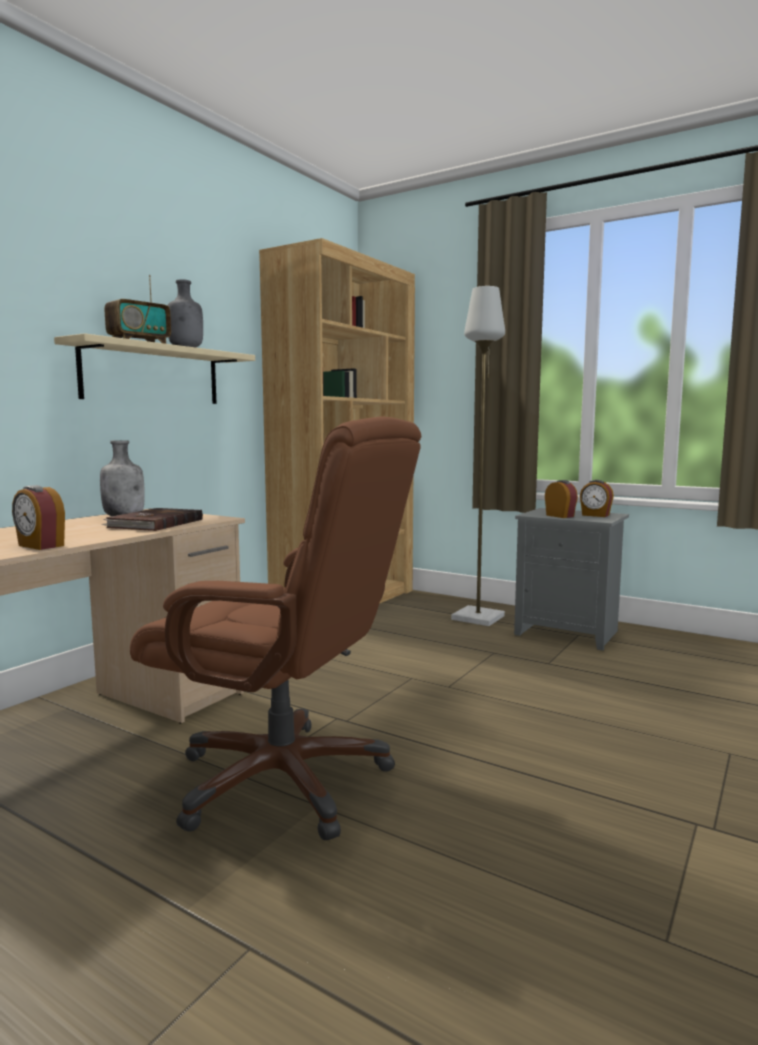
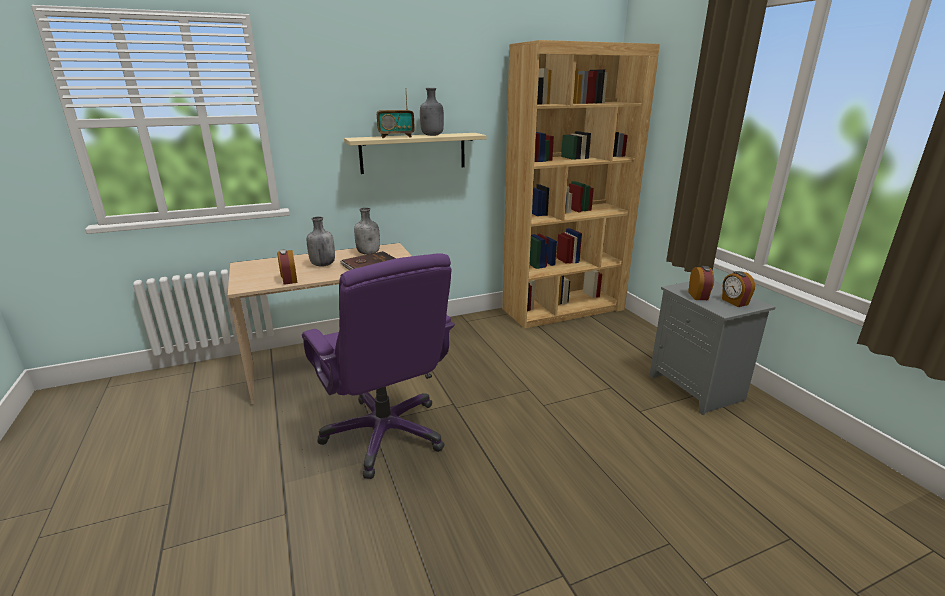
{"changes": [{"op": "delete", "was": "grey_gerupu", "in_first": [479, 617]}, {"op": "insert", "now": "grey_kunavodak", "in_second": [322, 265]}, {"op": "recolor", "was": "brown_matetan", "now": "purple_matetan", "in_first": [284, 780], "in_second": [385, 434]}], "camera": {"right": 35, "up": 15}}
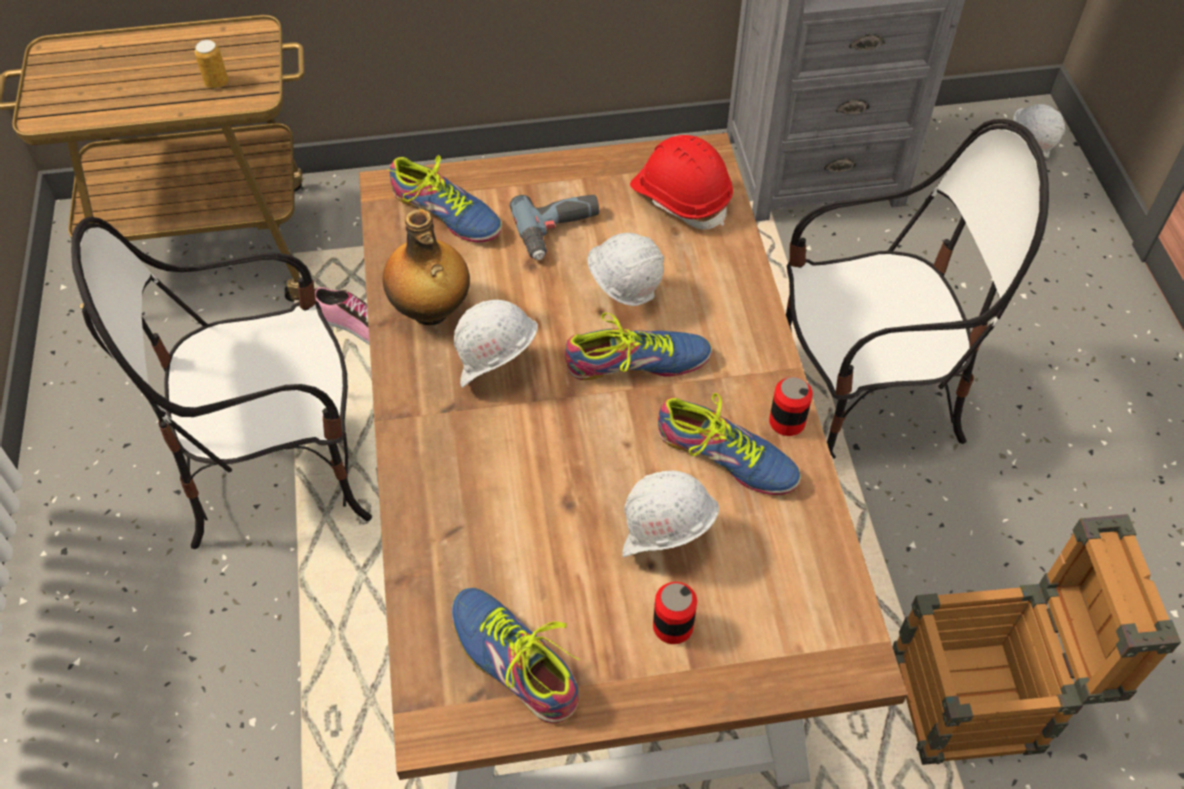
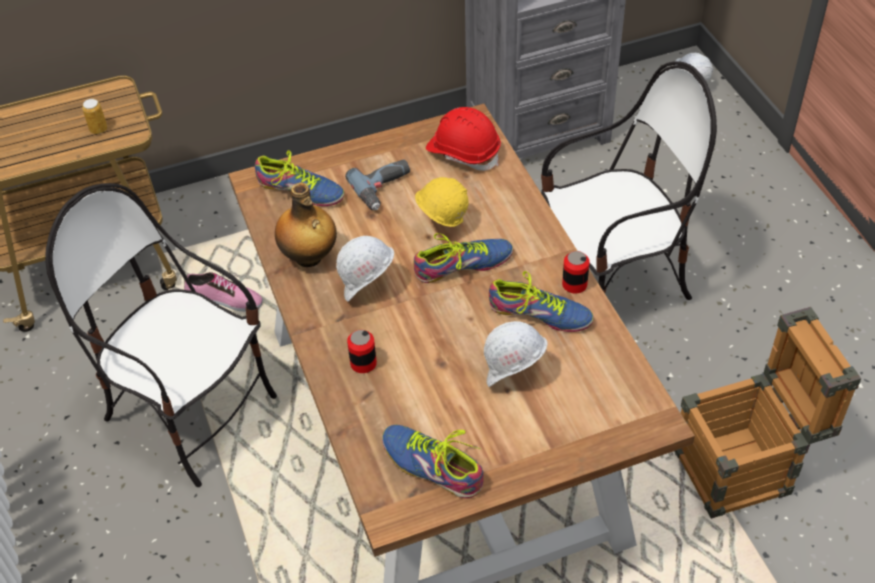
{"changes": [{"op": "move", "was": "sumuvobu", "in_first": [673, 626], "in_second": [363, 363]}, {"op": "recolor", "was": "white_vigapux", "now": "yellow_vigapux", "in_first": [623, 297], "in_second": [441, 224]}, {"op": "rotate", "was": "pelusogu", "in_first": [278, 471], "in_second": [191, 413], "clockwise": 60}], "camera": {"right": -10, "up": -5}}
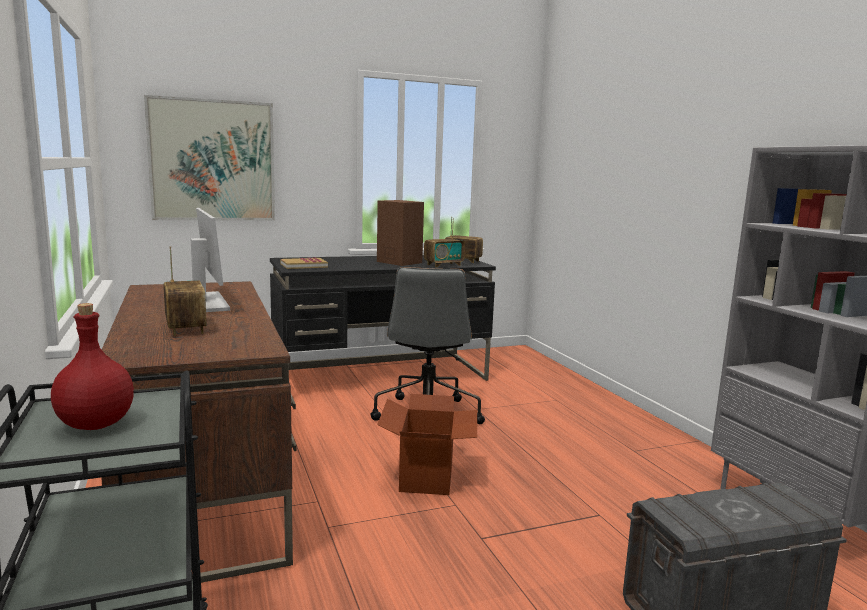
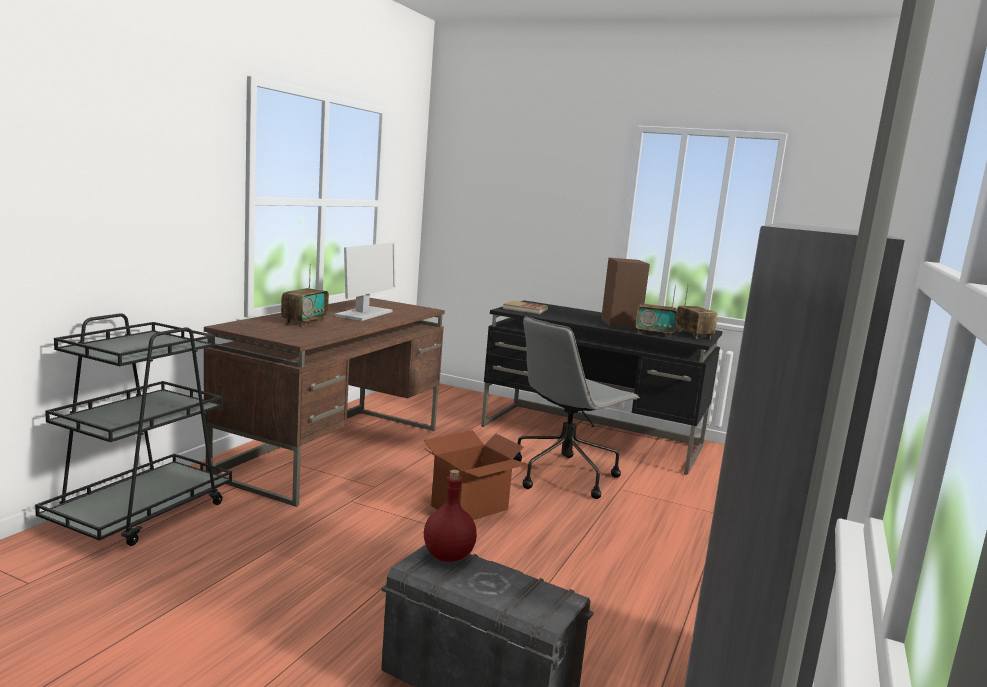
{"changes": [{"op": "delete", "was": "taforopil", "in_first": [212, 161]}, {"op": "move", "was": "red_kunavodak", "in_first": [94, 425], "in_second": [447, 556]}], "camera": {"right": 45, "up": 0}}
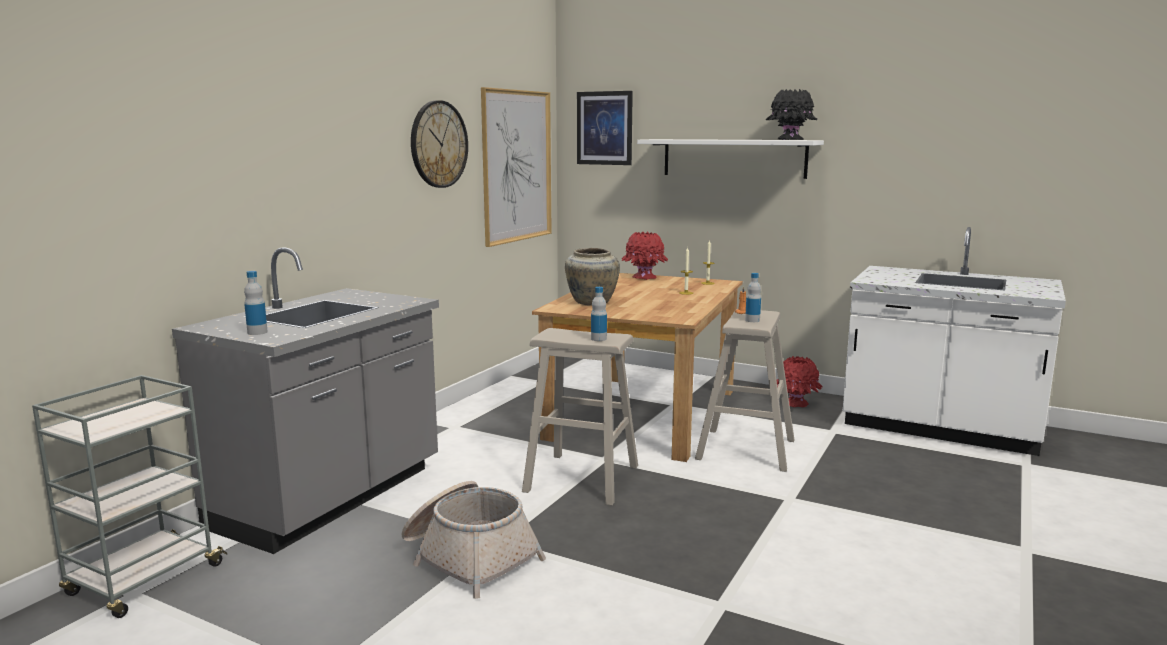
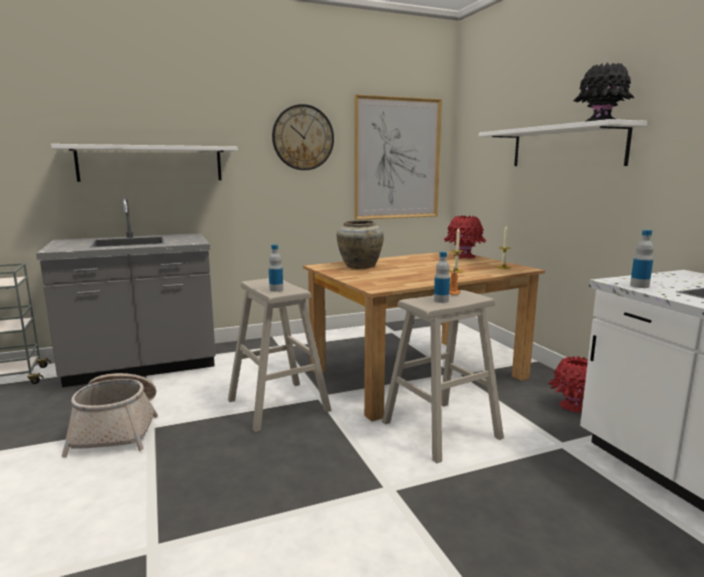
{"changes": [{"op": "delete", "was": "taforopil", "in_first": [604, 128]}, {"op": "insert", "now": "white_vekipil", "in_second": [151, 163]}, {"op": "move", "was": "kunavodak", "in_first": [257, 332], "in_second": [639, 286]}], "camera": {"right": 40, "up": 0}}
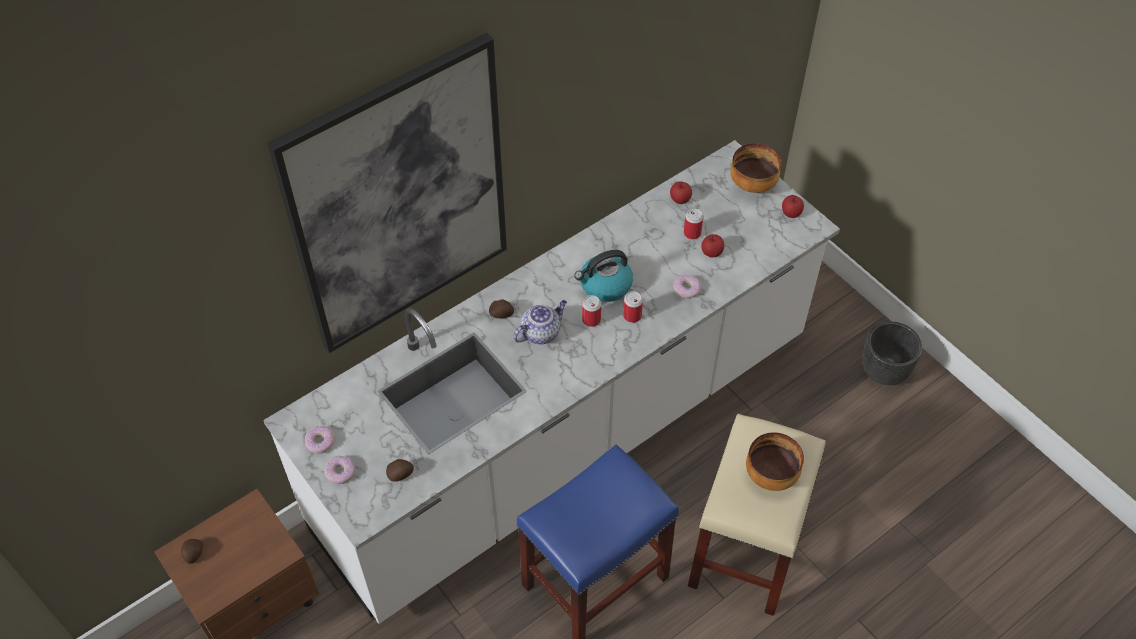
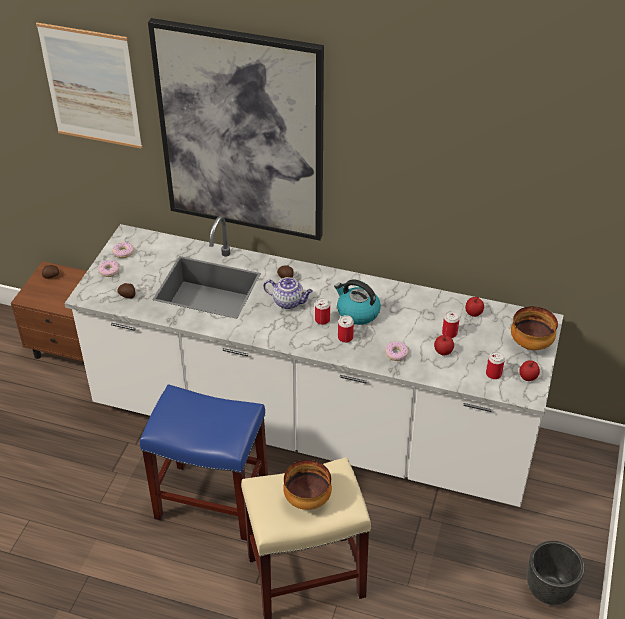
{"changes": [{"op": "insert", "now": "taforopil", "in_second": [91, 86]}, {"op": "insert", "now": "sumuvobu", "in_second": [493, 374]}], "camera": {"right": 55, "up": -10}}
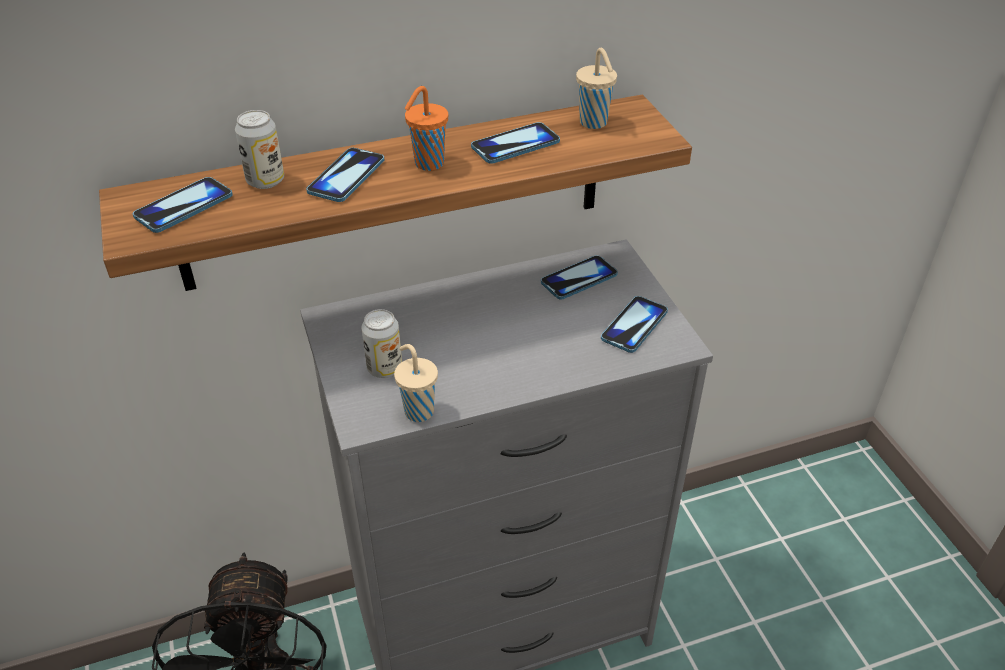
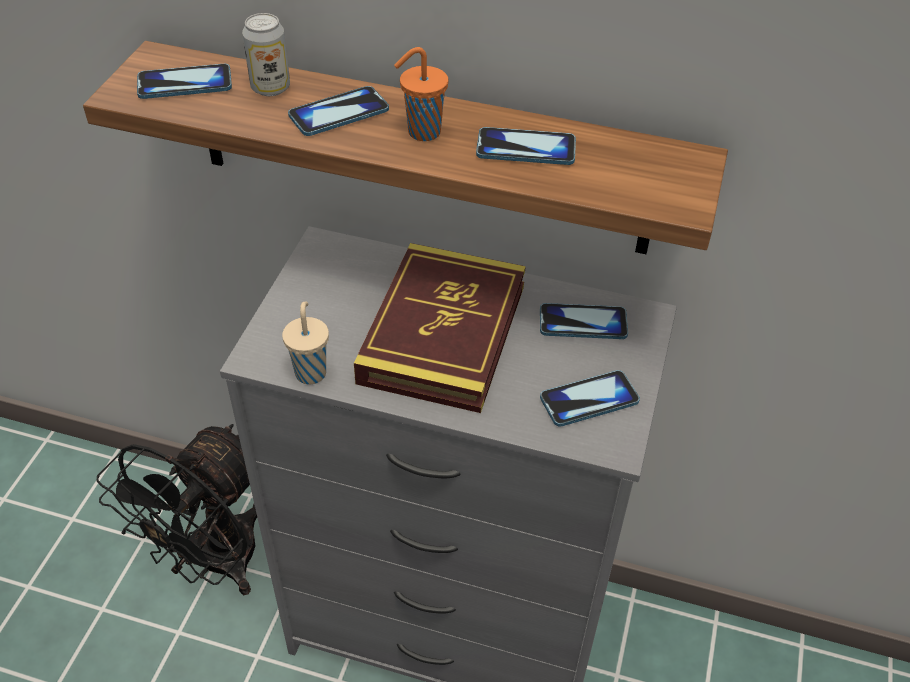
{"changes": [{"op": "delete", "was": "sumuvobu", "in_first": [384, 368]}, {"op": "delete", "was": "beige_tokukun", "in_first": [594, 123]}, {"op": "insert", "now": "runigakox", "in_second": [443, 333]}], "camera": {"right": 35, "up": 5}}
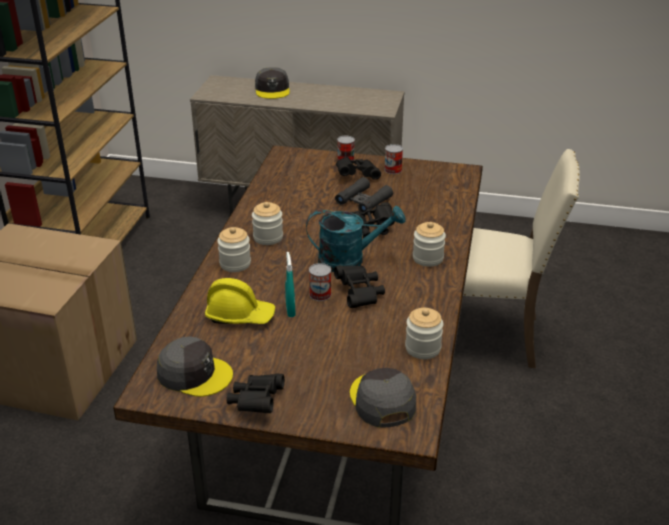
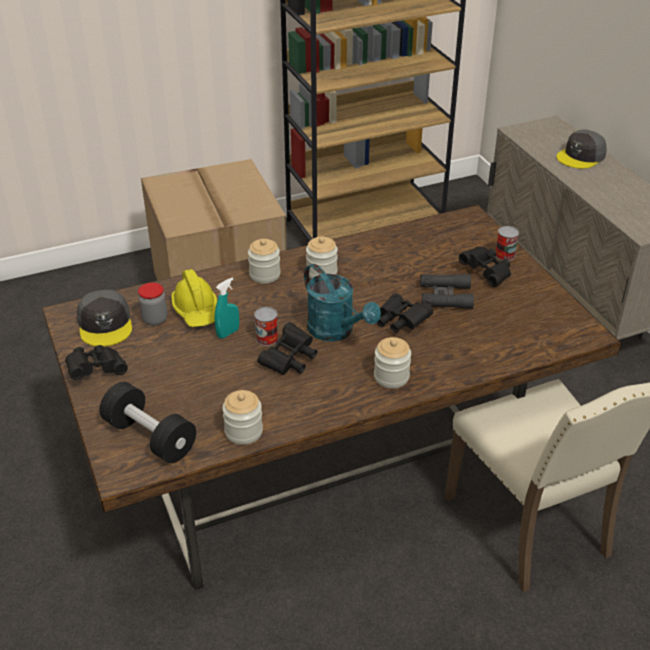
{"changes": [{"op": "delete", "was": "sumuvobu", "in_first": [393, 170]}, {"op": "insert", "now": "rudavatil", "in_second": [155, 319]}, {"op": "replace", "was": "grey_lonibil", "now": "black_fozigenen", "in_first": [382, 401], "in_second": [150, 437]}], "camera": {"right": 55, "up": 5}}
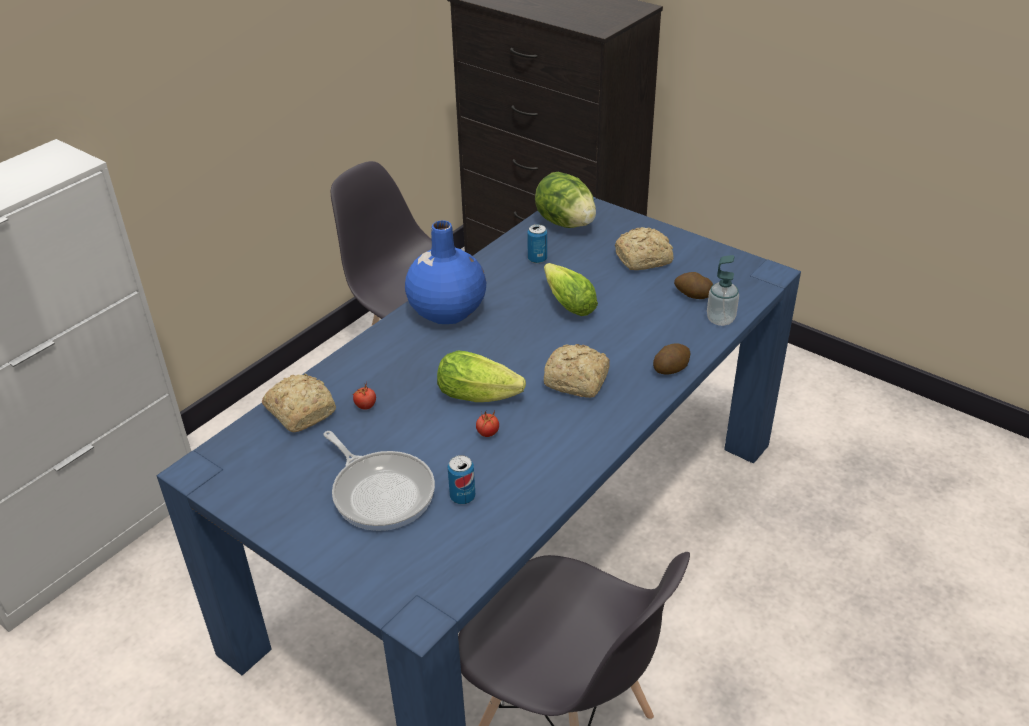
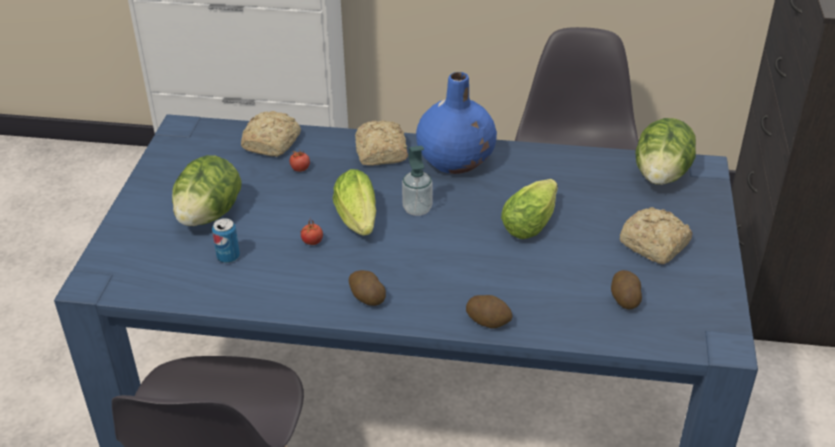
{"changes": [{"op": "delete", "was": "sumuvobu", "in_first": [537, 259]}, {"op": "insert", "now": "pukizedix", "in_second": [367, 297]}, {"op": "move", "was": "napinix", "in_first": [577, 381], "in_second": [380, 154]}, {"op": "move", "was": "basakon", "in_first": [720, 319], "in_second": [417, 209]}, {"op": "replace", "was": "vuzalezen", "now": "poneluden", "in_first": [381, 492], "in_second": [209, 215]}], "camera": {"right": 60, "up": 0}}
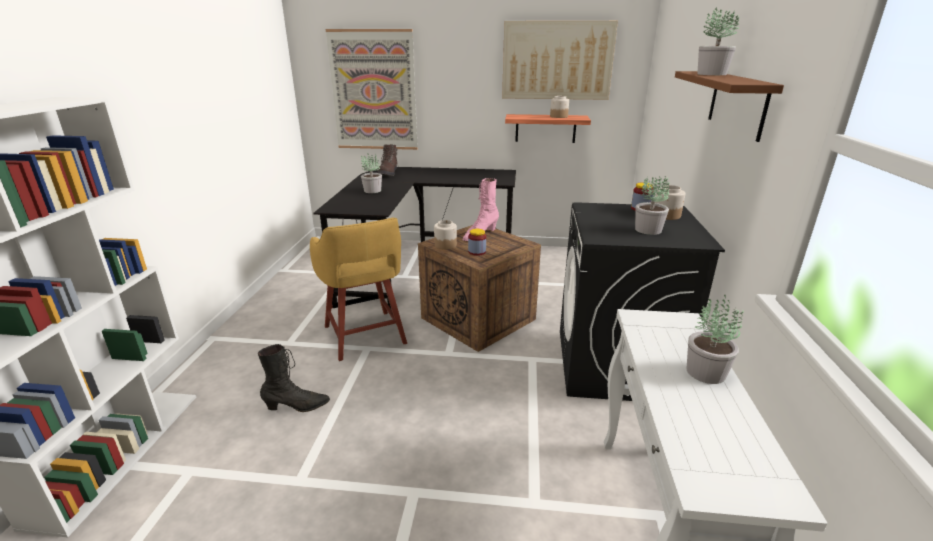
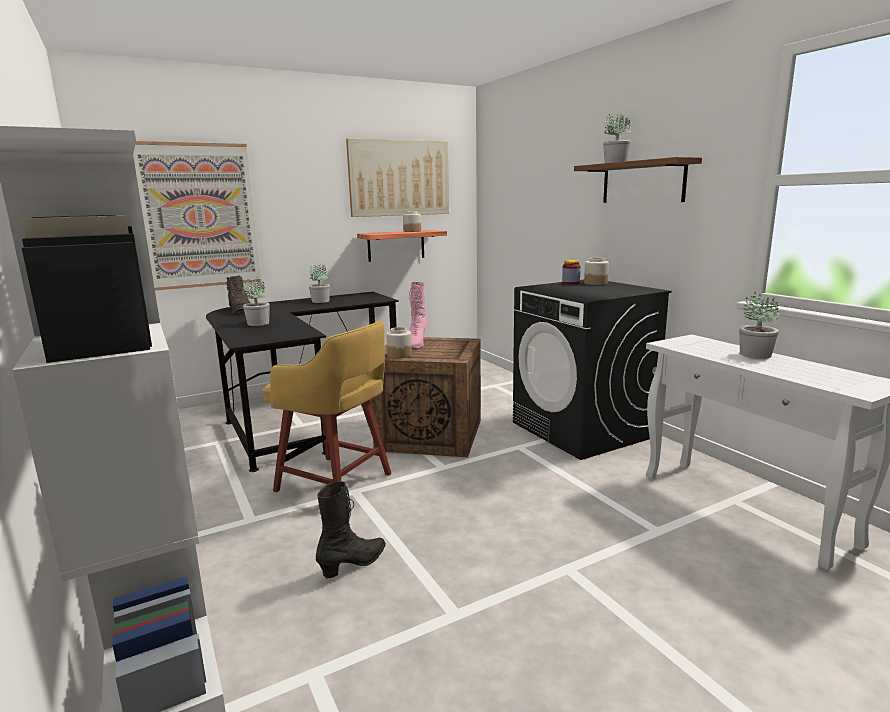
{"changes": [{"op": "delete", "was": "rudavatil", "in_first": [477, 252]}, {"op": "move", "was": "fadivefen", "in_first": [648, 230], "in_second": [321, 301]}], "camera": {"right": -35, "up": -10}}
